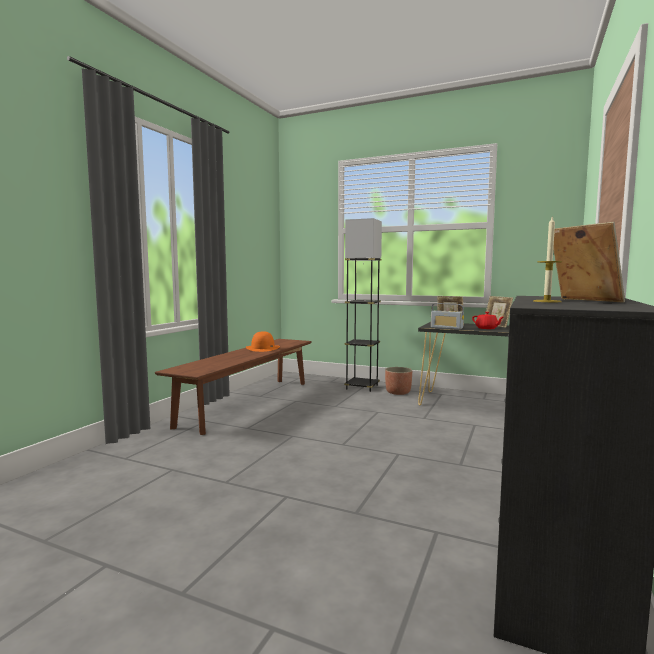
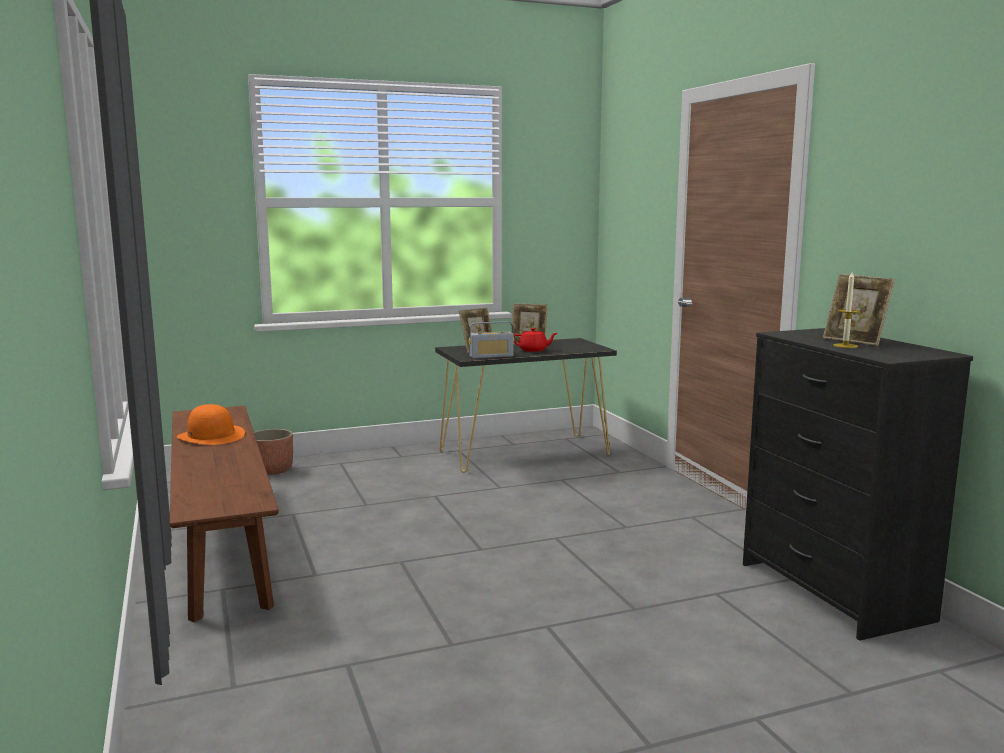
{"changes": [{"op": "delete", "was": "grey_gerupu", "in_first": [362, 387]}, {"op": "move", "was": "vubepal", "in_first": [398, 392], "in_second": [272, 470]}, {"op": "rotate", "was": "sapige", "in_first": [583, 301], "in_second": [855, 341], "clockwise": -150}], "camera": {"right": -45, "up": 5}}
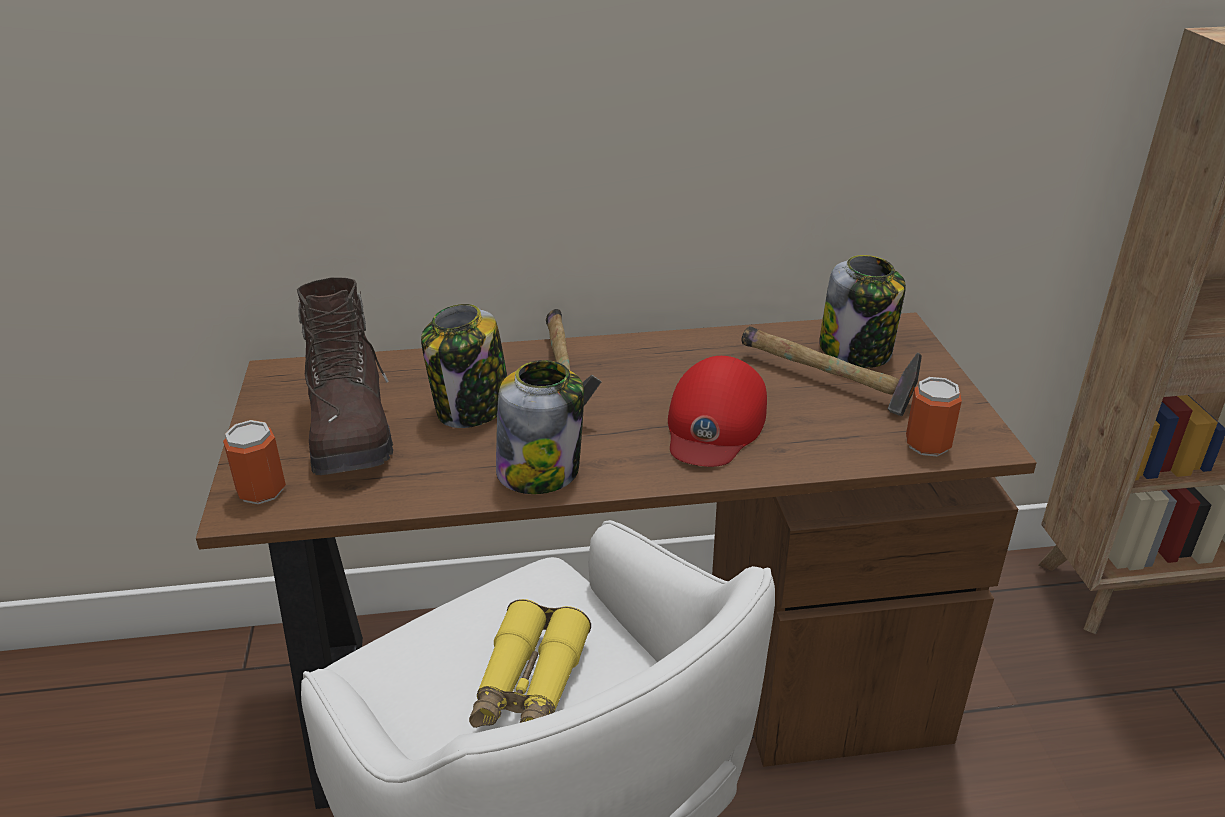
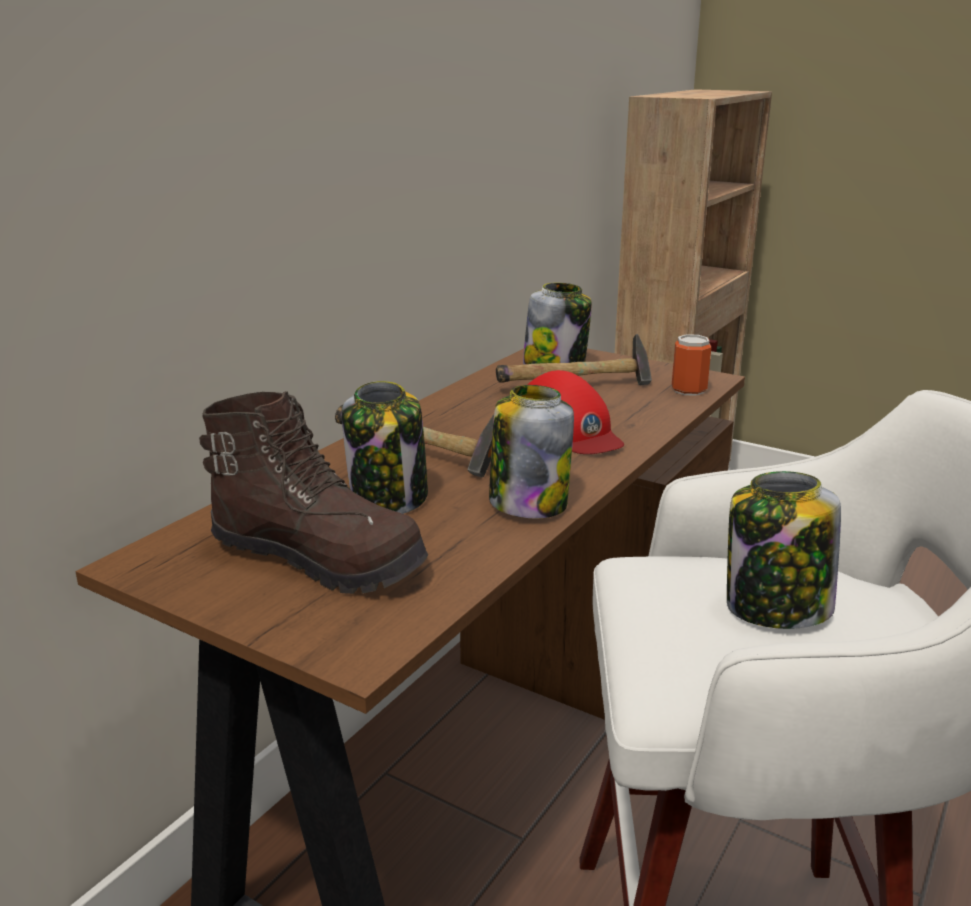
{"changes": [{"op": "delete", "was": "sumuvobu", "in_first": [261, 491]}, {"op": "replace", "was": "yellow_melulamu", "now": "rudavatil", "in_first": [530, 684], "in_second": [775, 608]}], "camera": {"right": -50, "up": -10}}
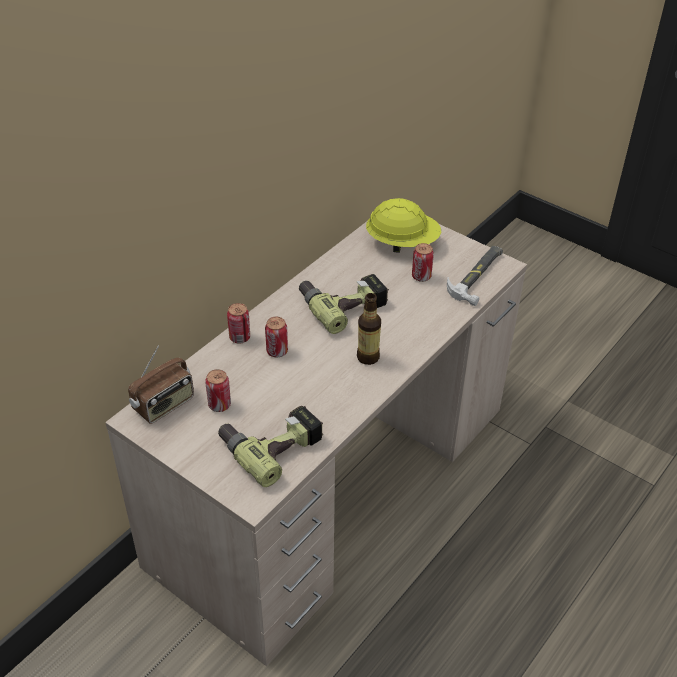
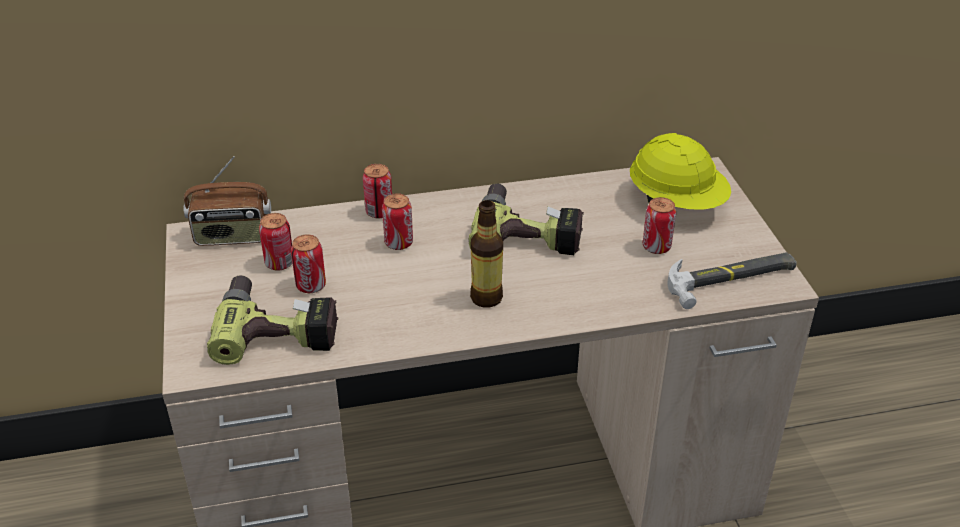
{"changes": [{"op": "insert", "now": "sumuvobu", "in_second": [311, 286]}], "camera": {"right": 40, "up": -5}}
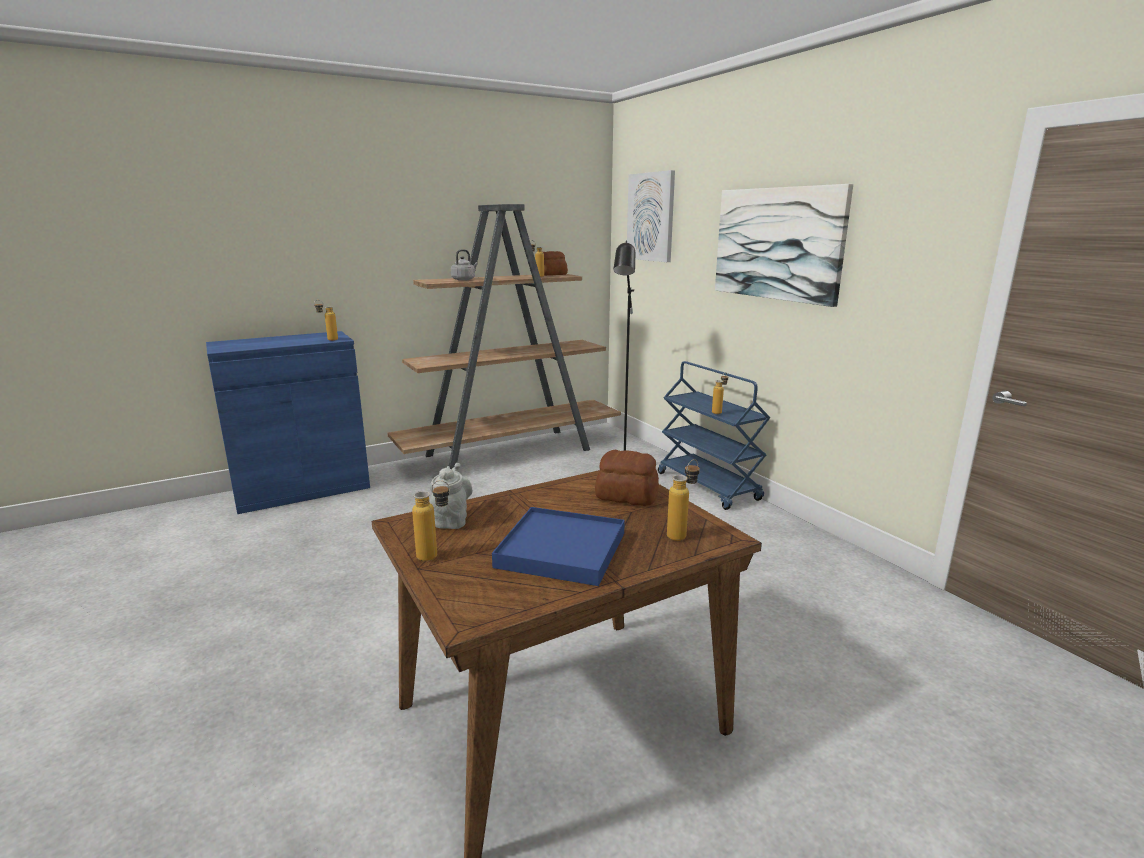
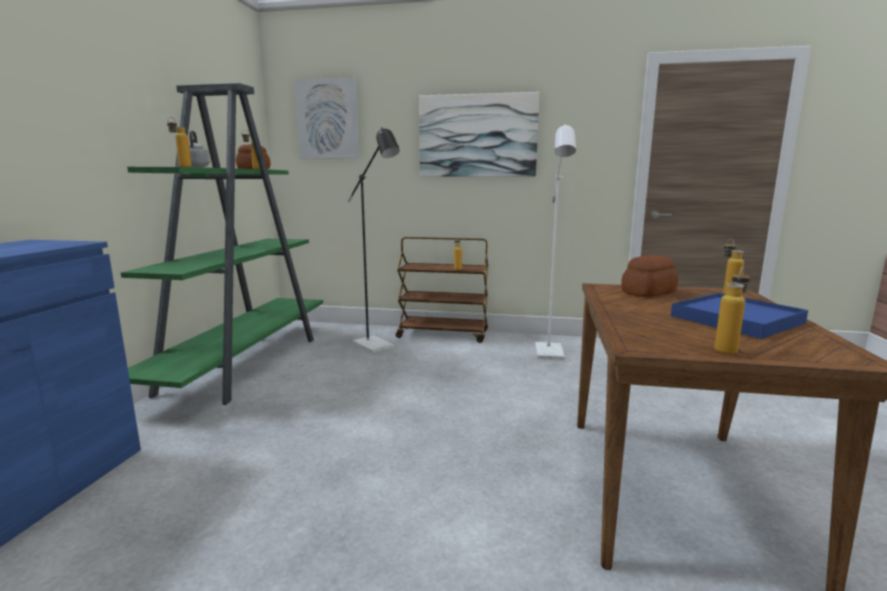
{"changes": [{"op": "delete", "was": "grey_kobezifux", "in_first": [452, 519]}, {"op": "insert", "now": "white_gerupu", "in_second": [550, 355]}, {"op": "move", "was": "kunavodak", "in_first": [328, 340], "in_second": [181, 166]}, {"op": "recolor", "was": "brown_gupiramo", "now": "green_gupiramo", "in_first": [511, 452], "in_second": [244, 363]}, {"op": "recolor", "was": "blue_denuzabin", "now": "brown_denuzabin", "in_first": [708, 486], "in_second": [443, 334]}], "camera": {"right": -50, "up": -5}}
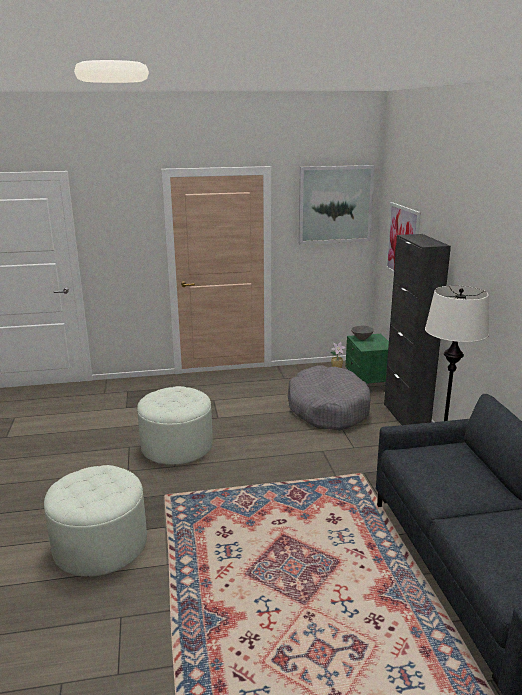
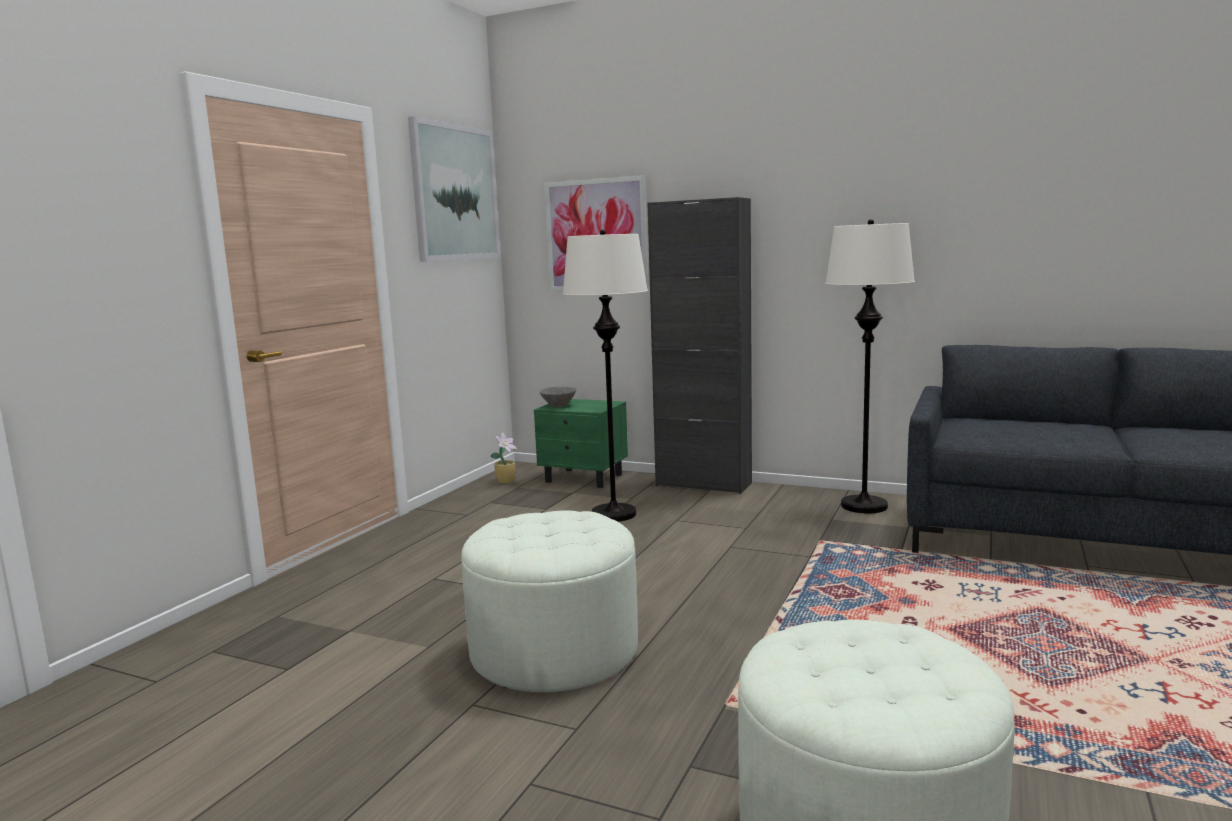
{"changes": [{"op": "replace", "was": "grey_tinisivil", "now": "white_gerupu", "in_first": [328, 409], "in_second": [614, 514]}], "camera": {"right": -55, "up": -10}}
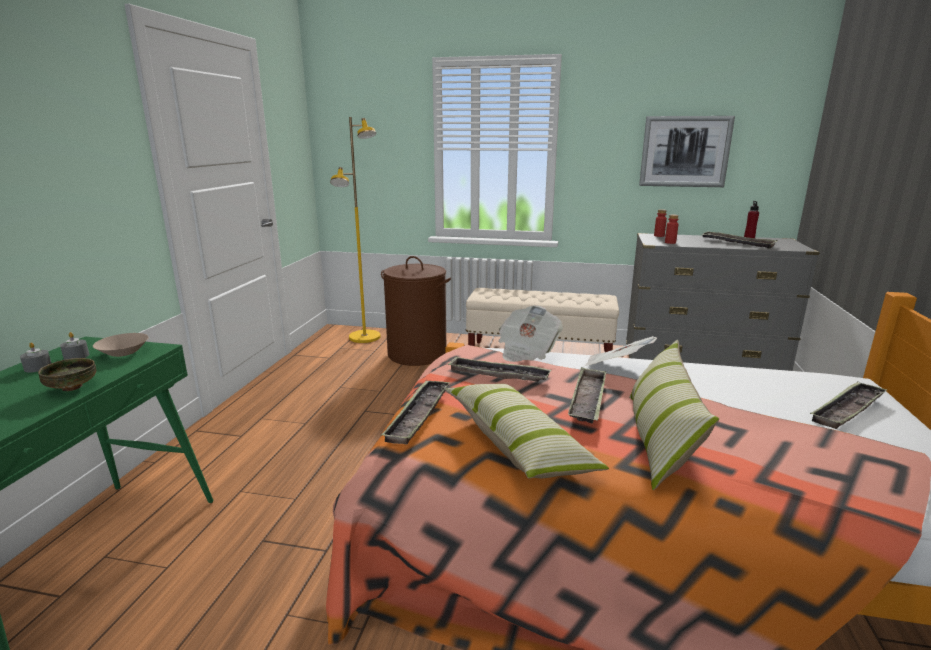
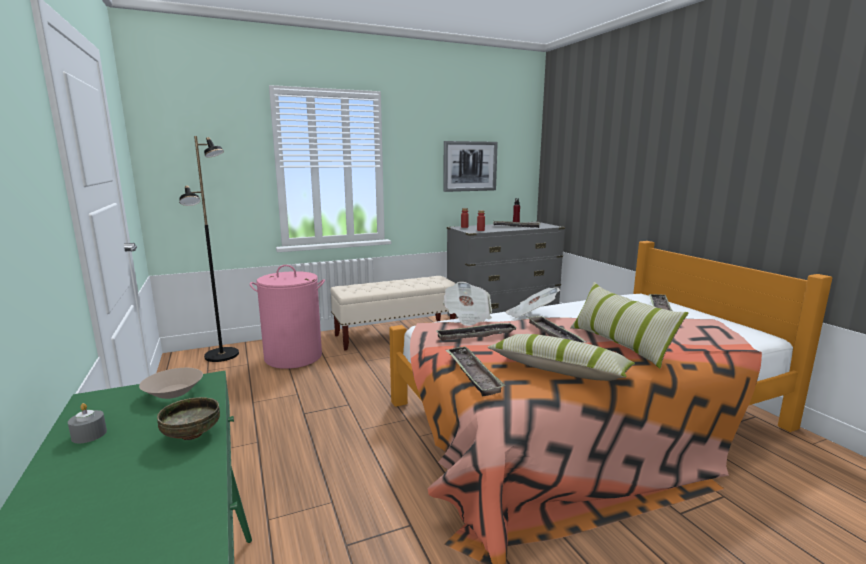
{"changes": [{"op": "delete", "was": "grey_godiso", "in_first": [76, 356]}, {"op": "recolor", "was": "yellow_gerupu", "now": "black_gerupu", "in_first": [365, 337], "in_second": [222, 355]}, {"op": "recolor", "was": "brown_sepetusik", "now": "pink_sepetusik", "in_first": [417, 354], "in_second": [293, 357]}], "camera": {"right": -35, "up": -5}}
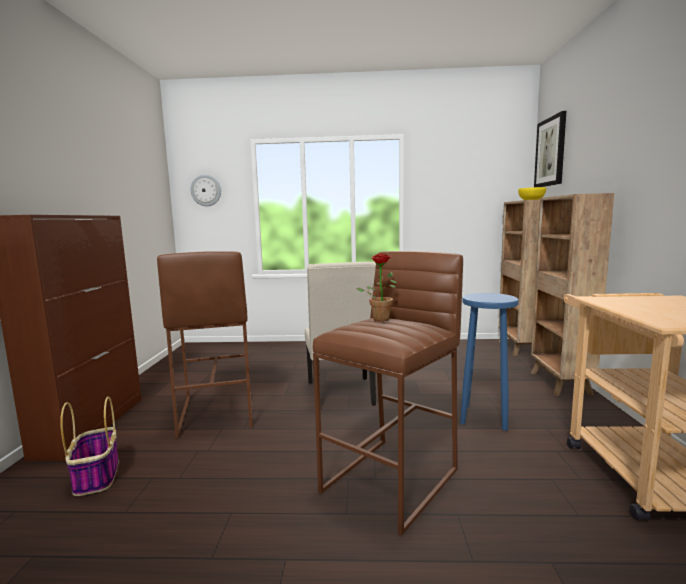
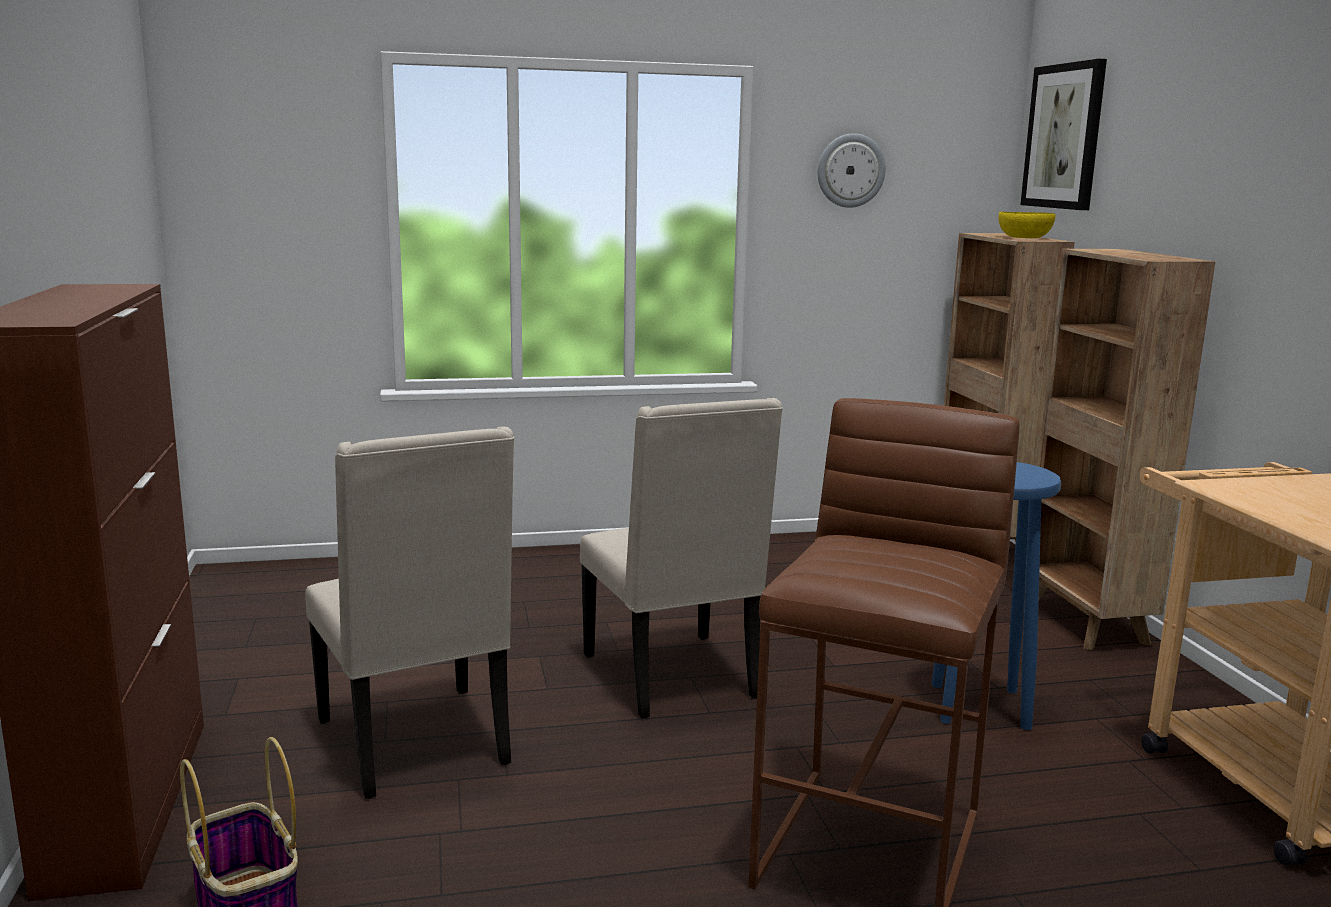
{"changes": [{"op": "delete", "was": "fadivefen", "in_first": [381, 318]}, {"op": "move", "was": "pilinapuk", "in_first": [206, 190], "in_second": [850, 170]}, {"op": "replace", "was": "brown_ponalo", "now": "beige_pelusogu", "in_first": [216, 412], "in_second": [417, 743]}], "camera": {"right": -15, "up": 5}}
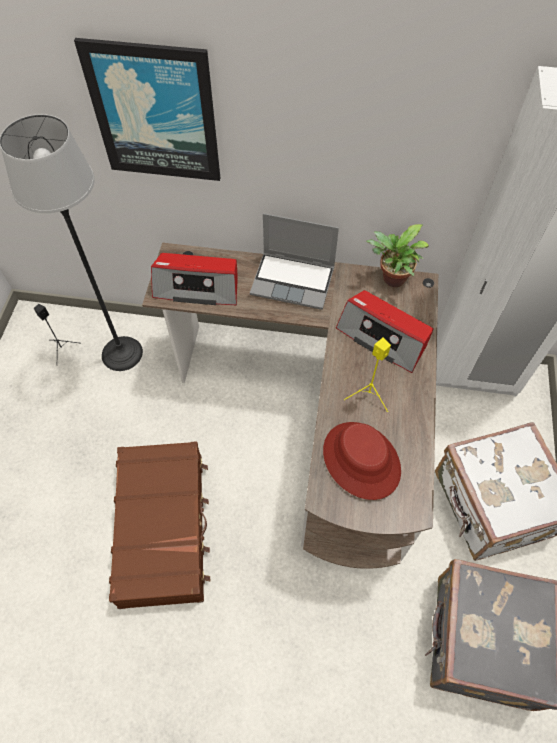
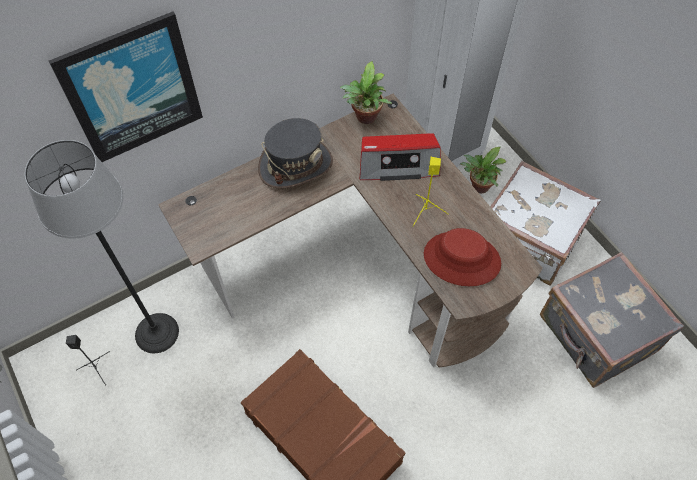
{"changes": [{"op": "delete", "was": "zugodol", "in_first": [198, 287]}, {"op": "insert", "now": "fadivefen", "in_second": [478, 187]}, {"op": "replace", "was": "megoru", "now": "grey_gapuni", "in_first": [294, 281], "in_second": [295, 165]}], "camera": {"right": -40, "up": 0}}
